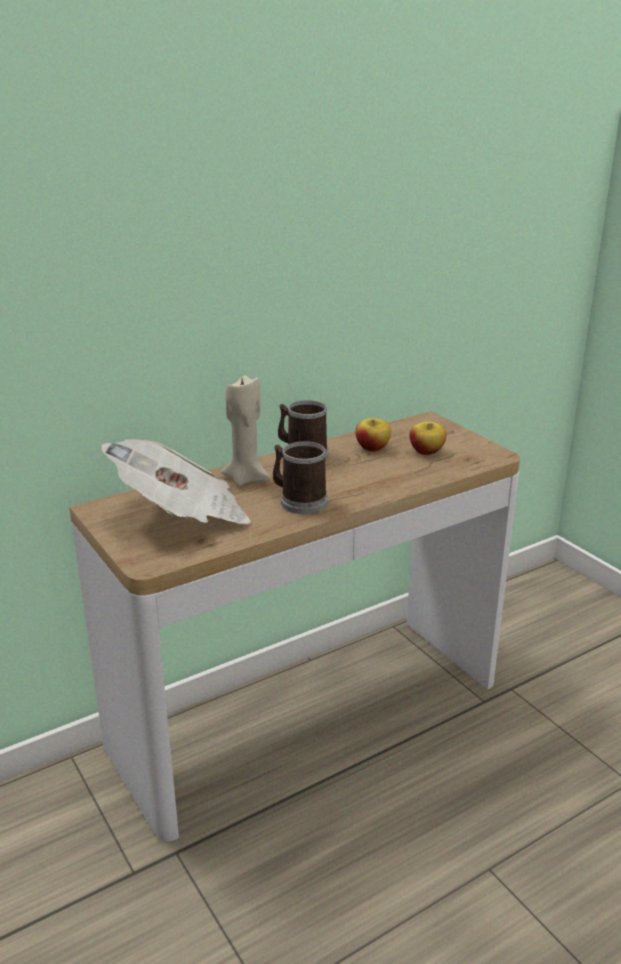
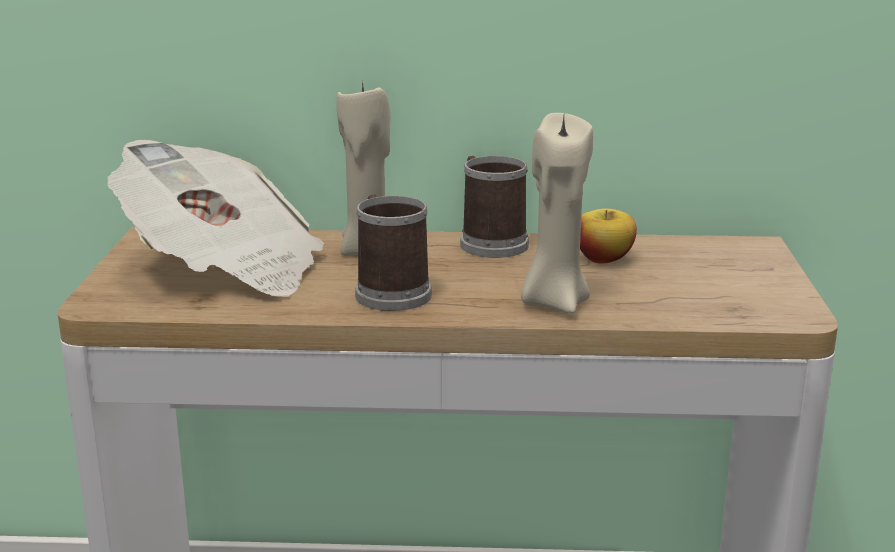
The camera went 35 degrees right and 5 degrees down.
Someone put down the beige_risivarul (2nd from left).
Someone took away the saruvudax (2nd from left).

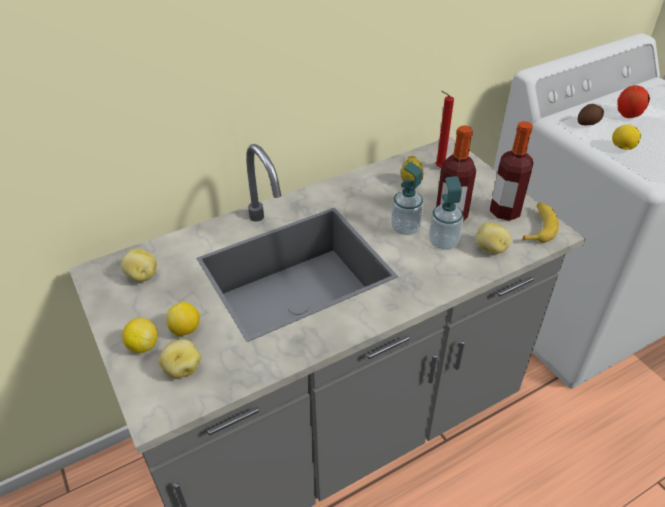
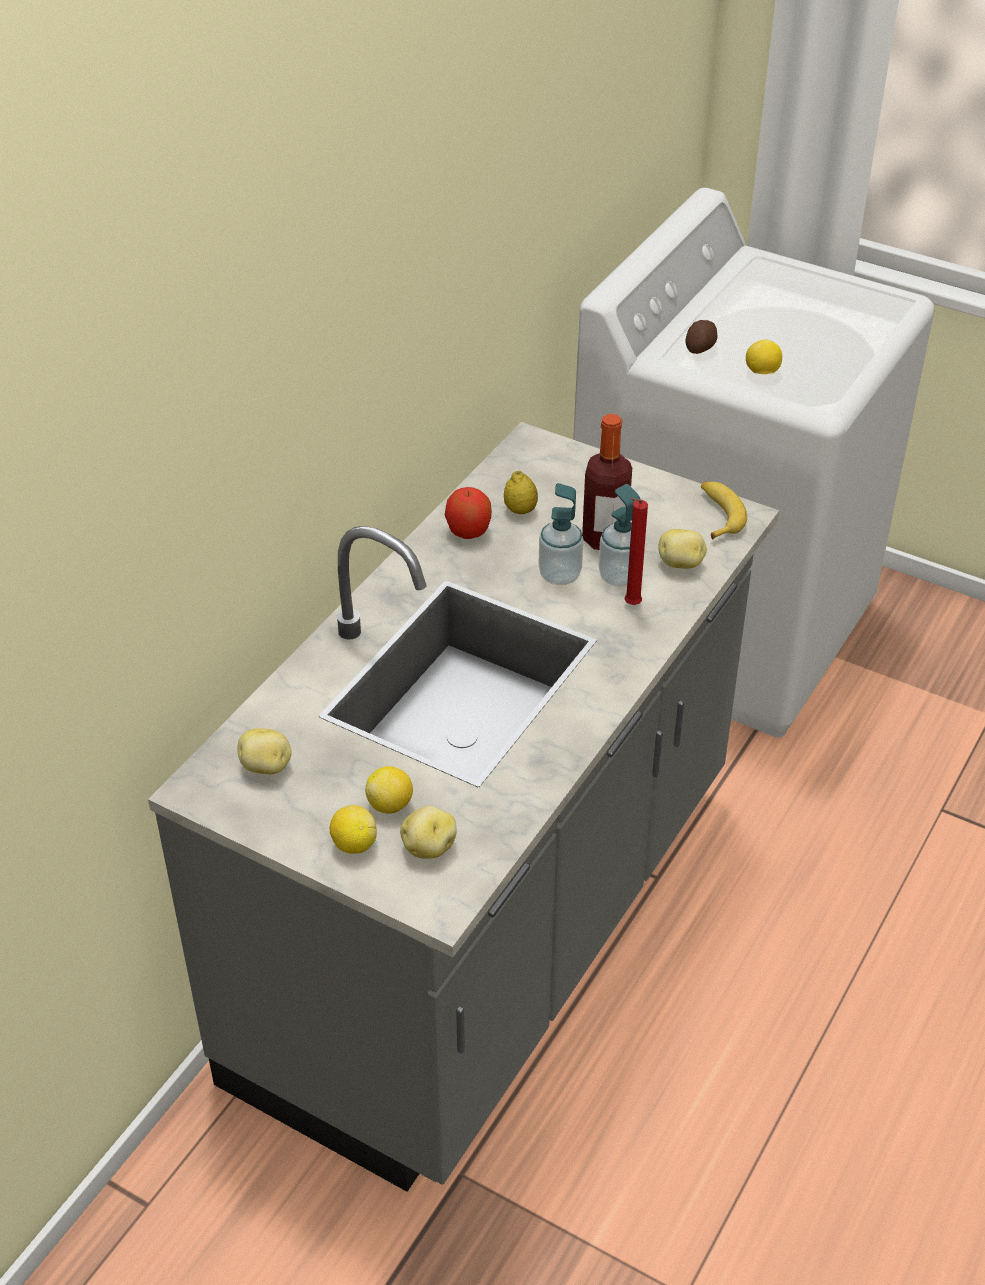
The camera went 30 degrees left and 0 degrees up.
Someone carried the saruvudax.
Someone carried the red_risivarul.
Someone took away the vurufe (2nd from left).

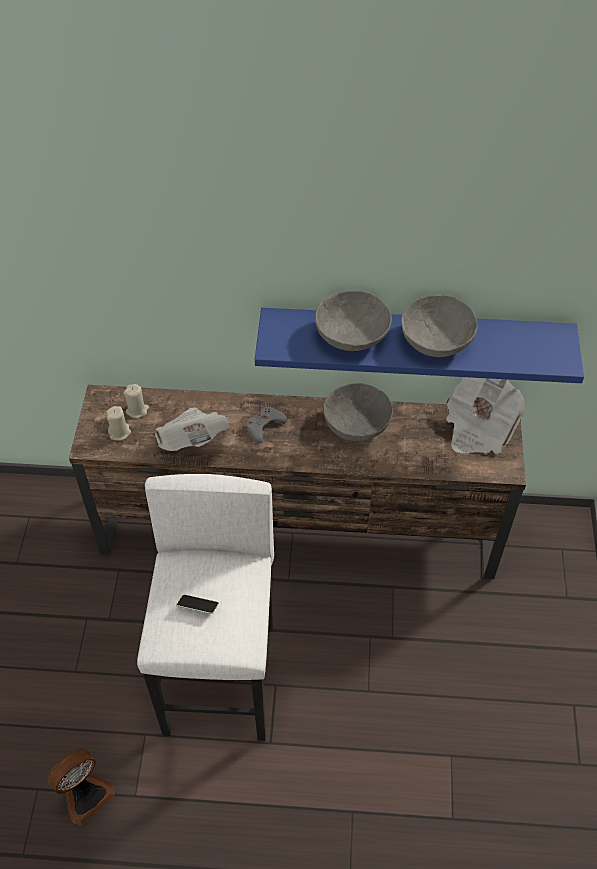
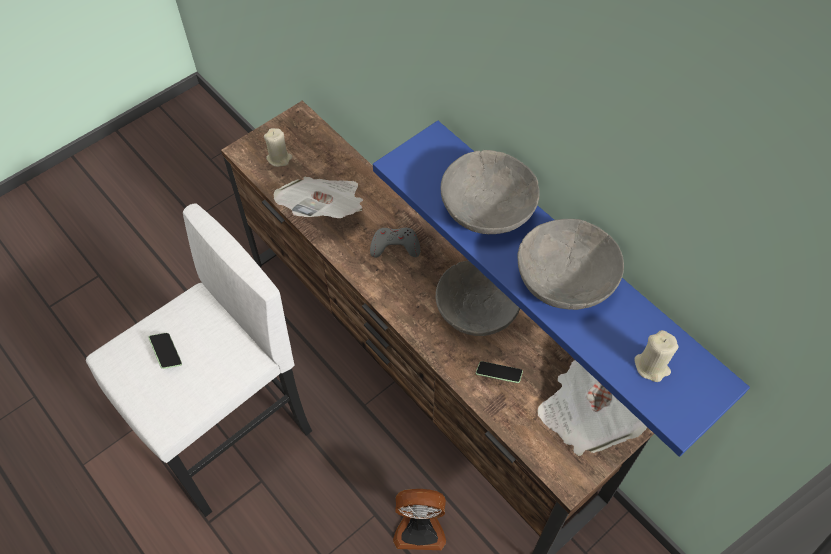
The camera went 45 degrees right and 5 degrees up.
Someone carried the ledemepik.
Someone put down the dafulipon (2nd from left).
Someone carried the beige_risivarul (2nd from left).

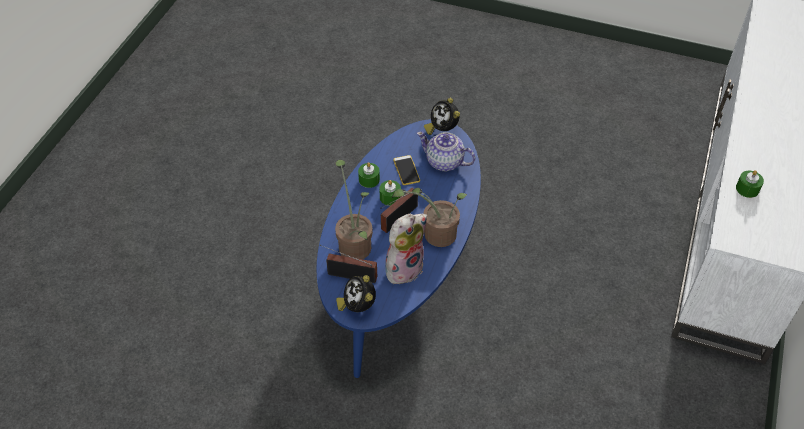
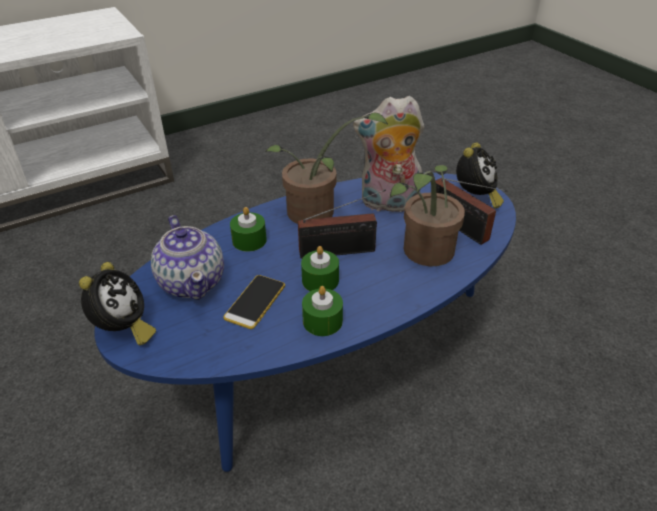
The camera went 140 degrees left and 10 degrees down.
Someone carried the green_risivarul (3rd from left in the first image).

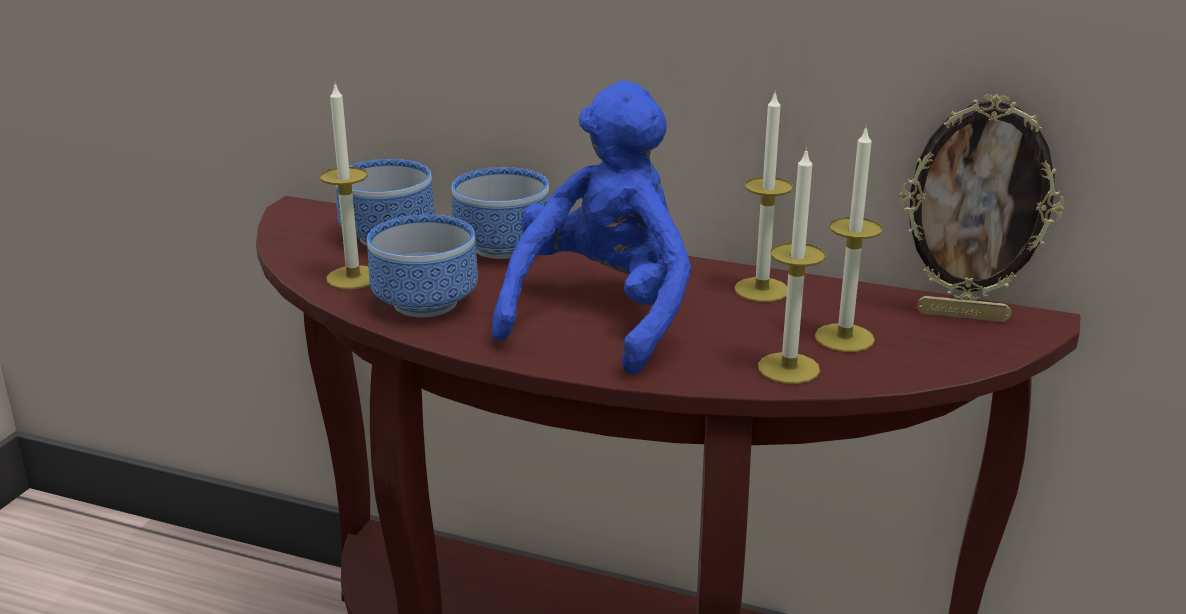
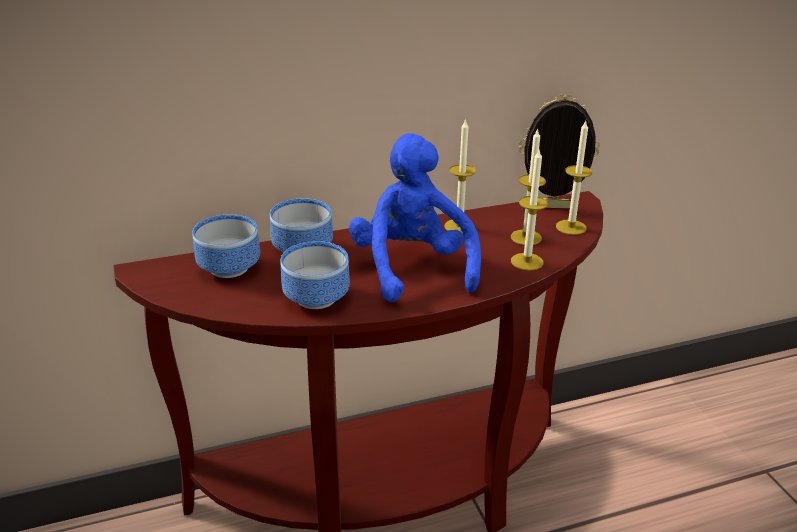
The camera went 40 degrees left and 5 degrees up.
Someone rotated the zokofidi by 150 degrees counterclockwise.
Someone carried the risivarul (1st from left in the first image).

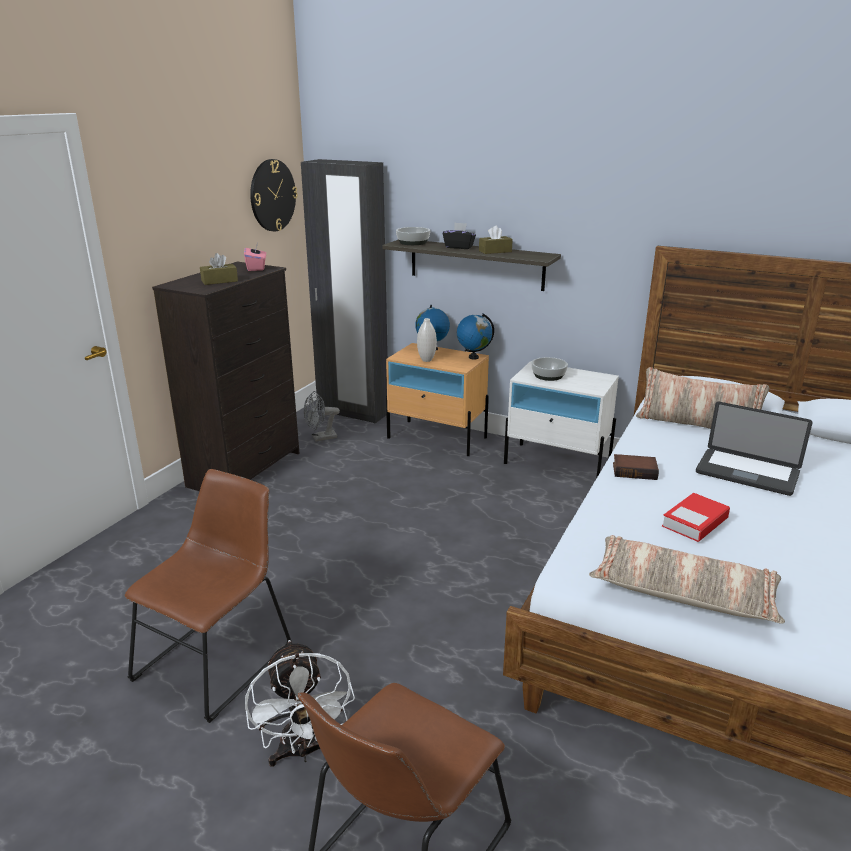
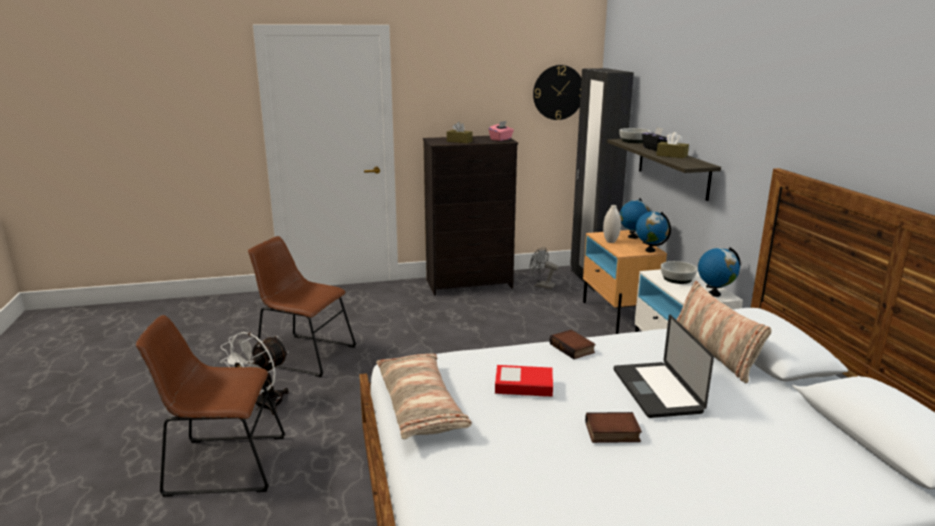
The camera went 50 degrees right and 5 degrees down.
Someone rotated the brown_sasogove (1st from left in the first image) by 150 degrees counterclockwise.
Someone put down the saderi (3rd from left).
Someone put down the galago (3rd from left).

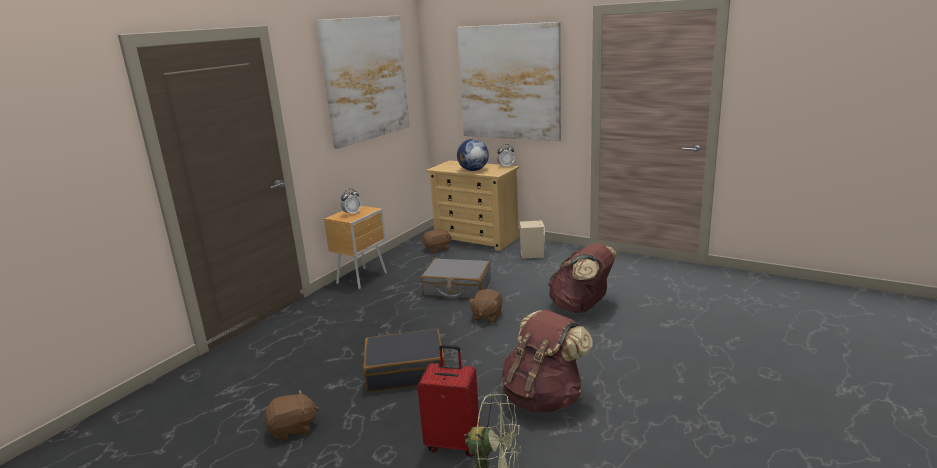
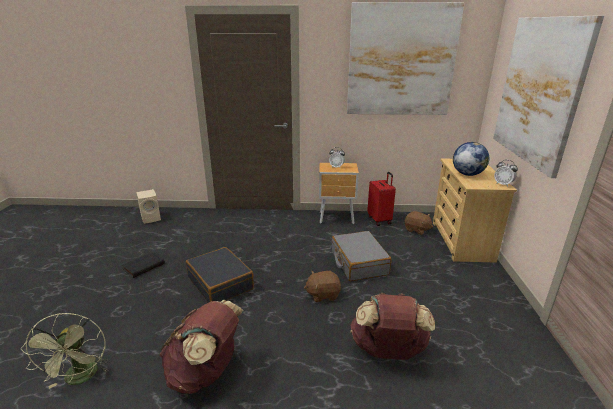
The camera went 60 degrees right and 5 degrees up.
Someone swapped the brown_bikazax (1st from left) for the black_saderi.
Someone carried the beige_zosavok.
Someone carried the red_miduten.

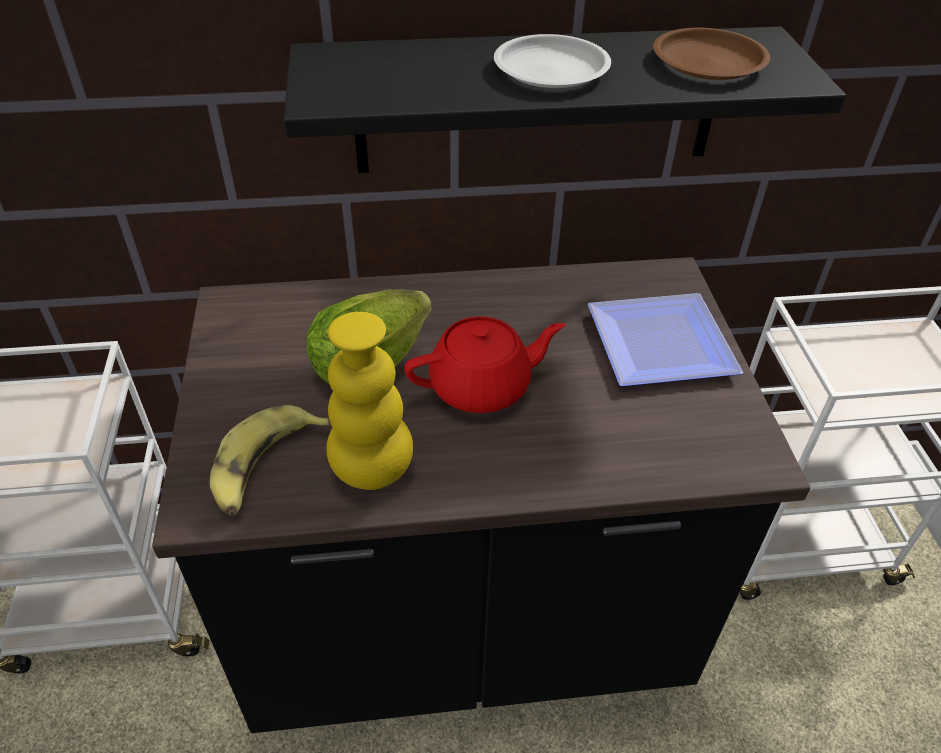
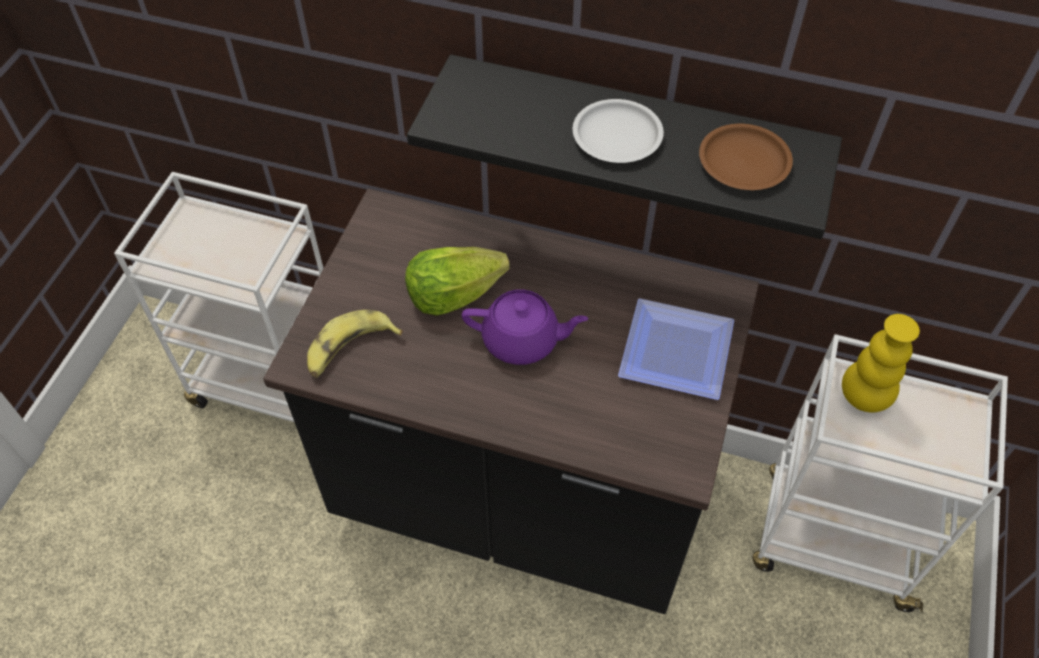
The camera went 25 degrees right and 10 degrees up.
Someone repainted the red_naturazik, which became the purple_naturazik.
Someone carried the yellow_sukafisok.

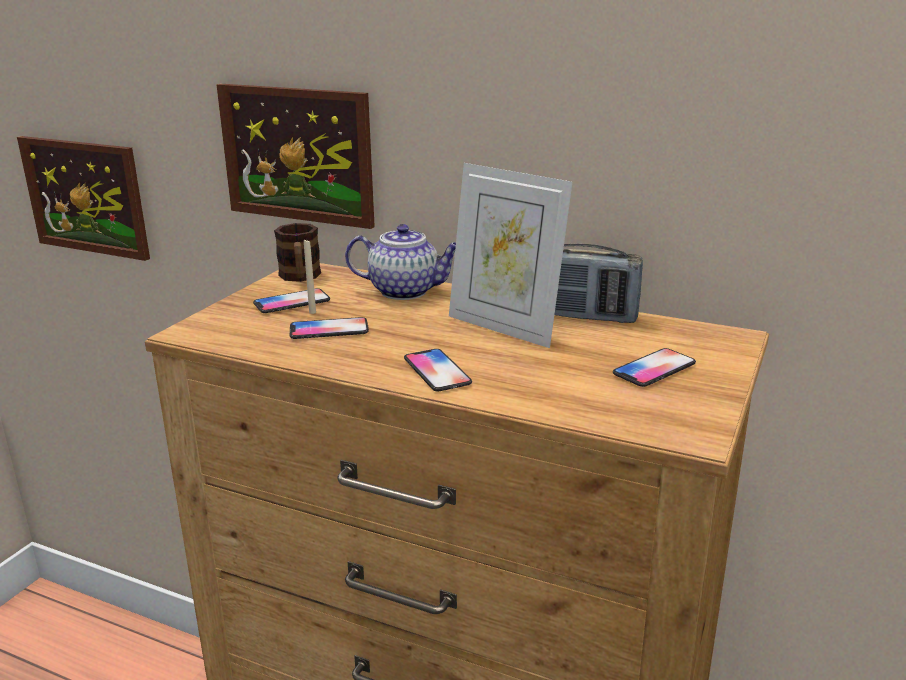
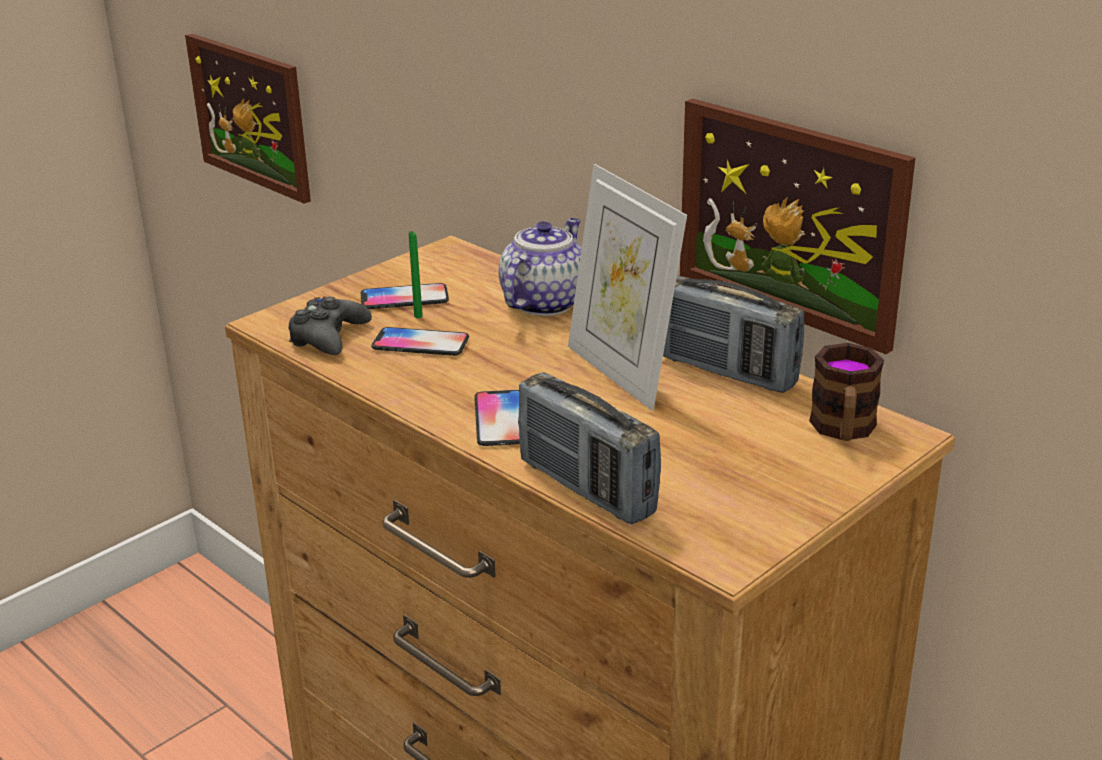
The camera went 20 degrees right and 5 degrees up.
Someone put down the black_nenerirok.
Someone repainted the beige_risivarul, which became the green_risivarul.
Someone rotated the naturazik by 90 degrees counterclockwise.
Someone put down the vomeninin (1st from left).
Someone carried the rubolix (2nd from left).
Someone carried the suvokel.
Someone took away the dafulipon (4th from left).

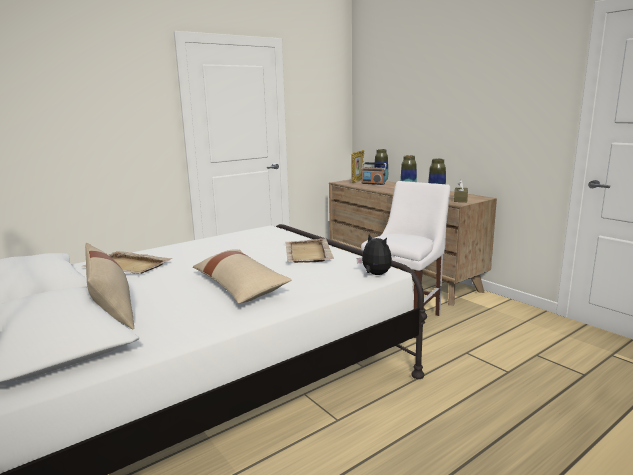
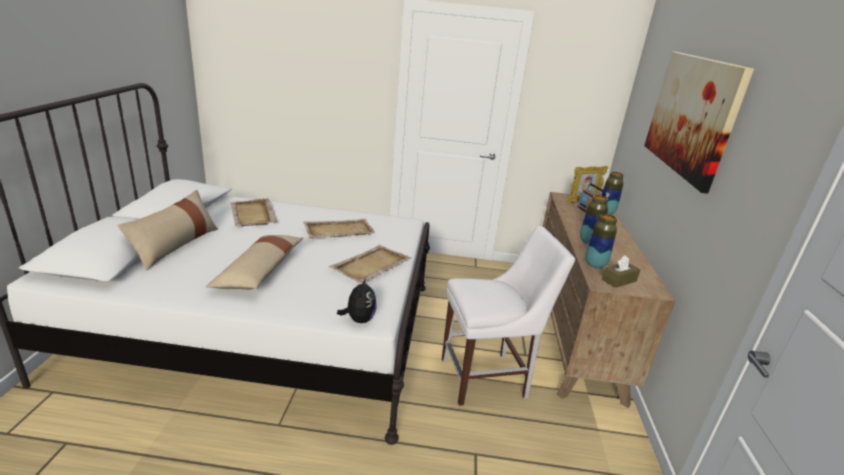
The camera went 40 degrees right and 10 degrees up.
Someone put down the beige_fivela (2nd from left).
Someone put up the rubolix.

